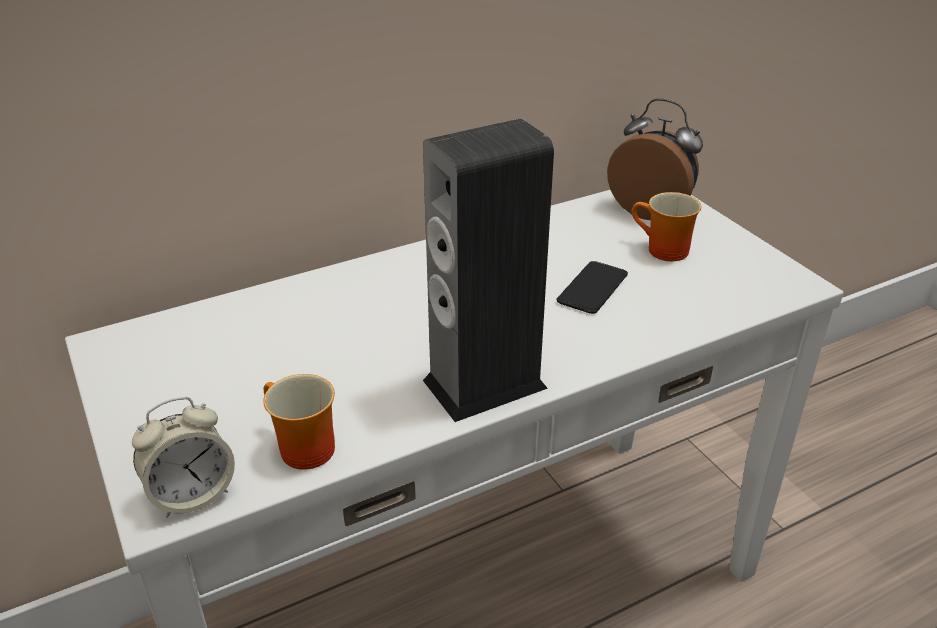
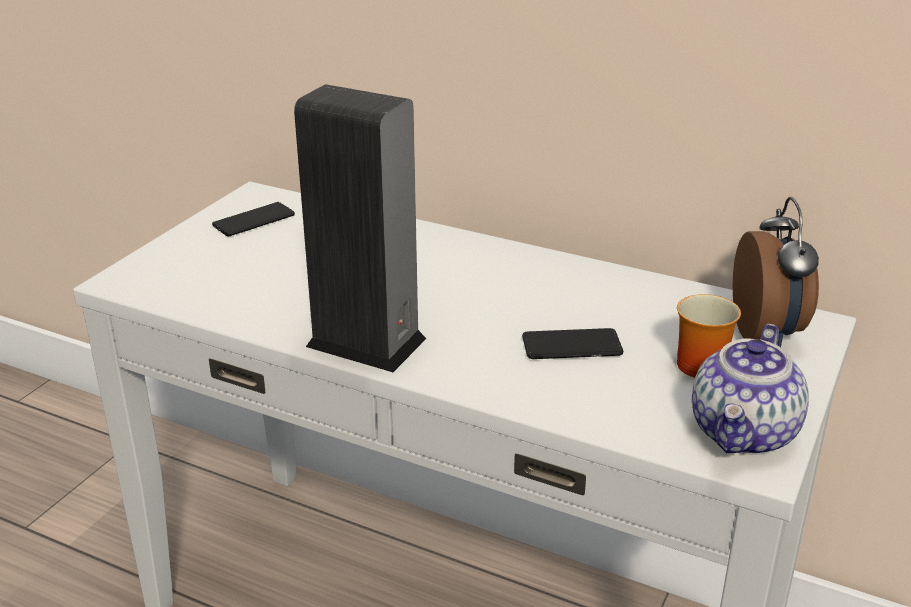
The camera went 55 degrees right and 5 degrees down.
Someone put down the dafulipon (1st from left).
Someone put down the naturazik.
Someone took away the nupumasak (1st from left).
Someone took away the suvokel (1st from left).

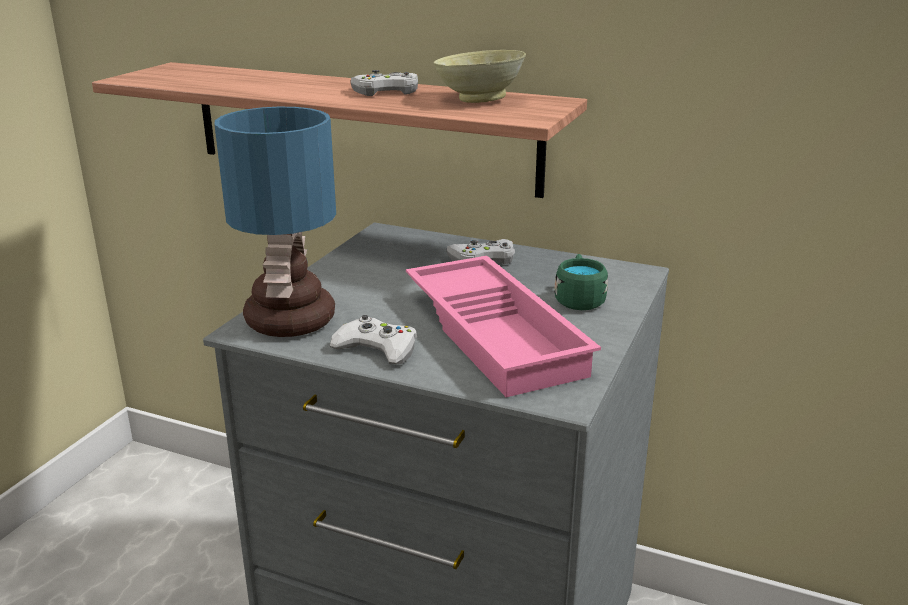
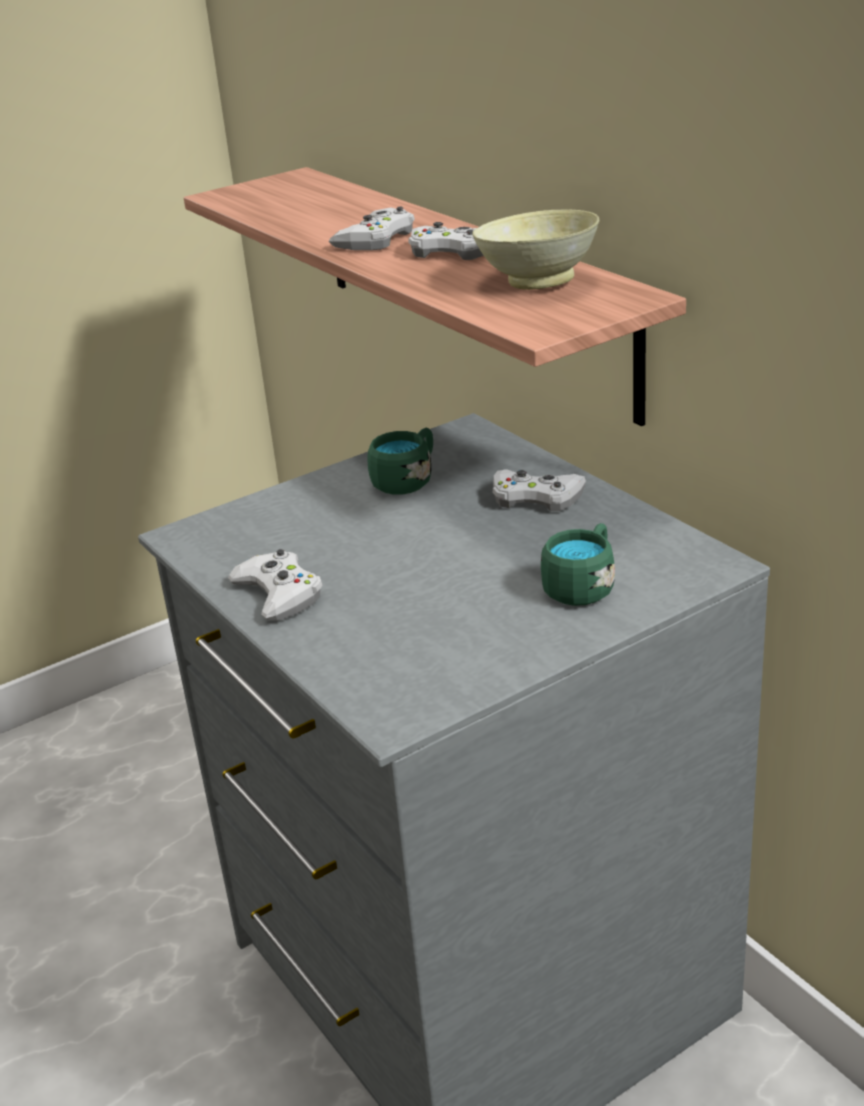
The camera went 35 degrees right and 5 degrees up.
Someone put down the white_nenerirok (2nd from left).
Someone put down the green_suvokel (1st from left).
Someone took away the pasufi.
Someone took away the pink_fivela.

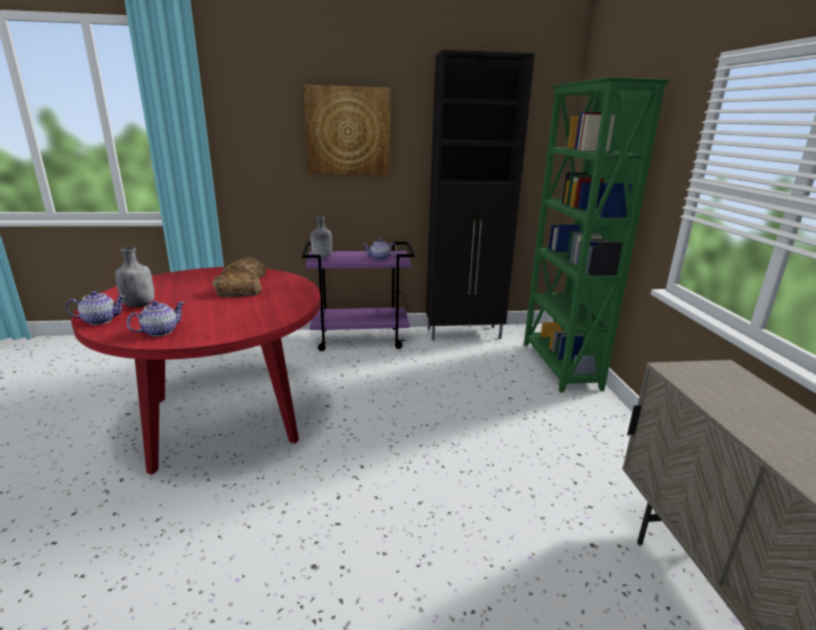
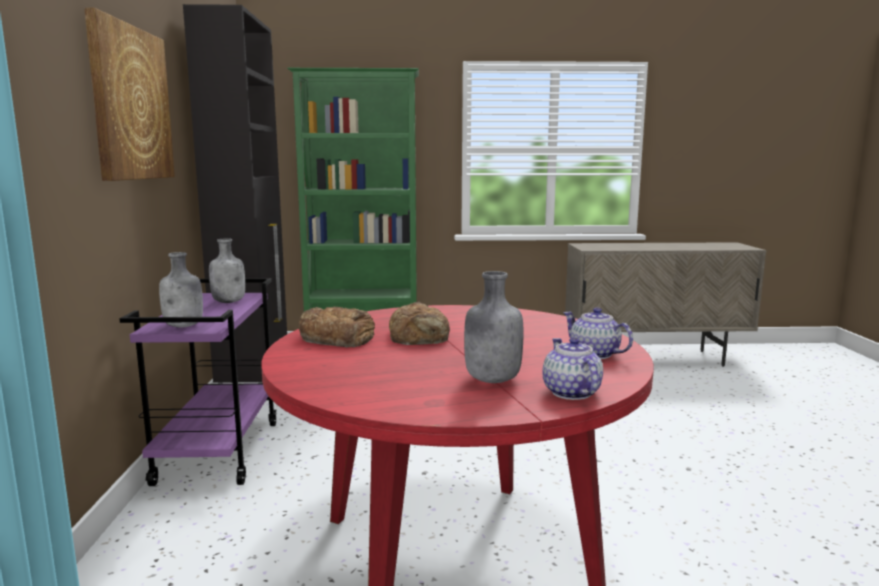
The camera went 85 degrees left and 10 degrees down.
Someone swapped the naturazik (3rd from left) for the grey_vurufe (2nd from left).

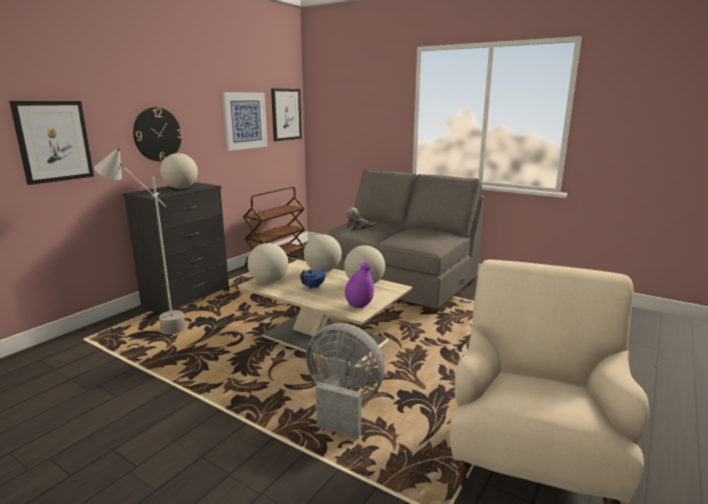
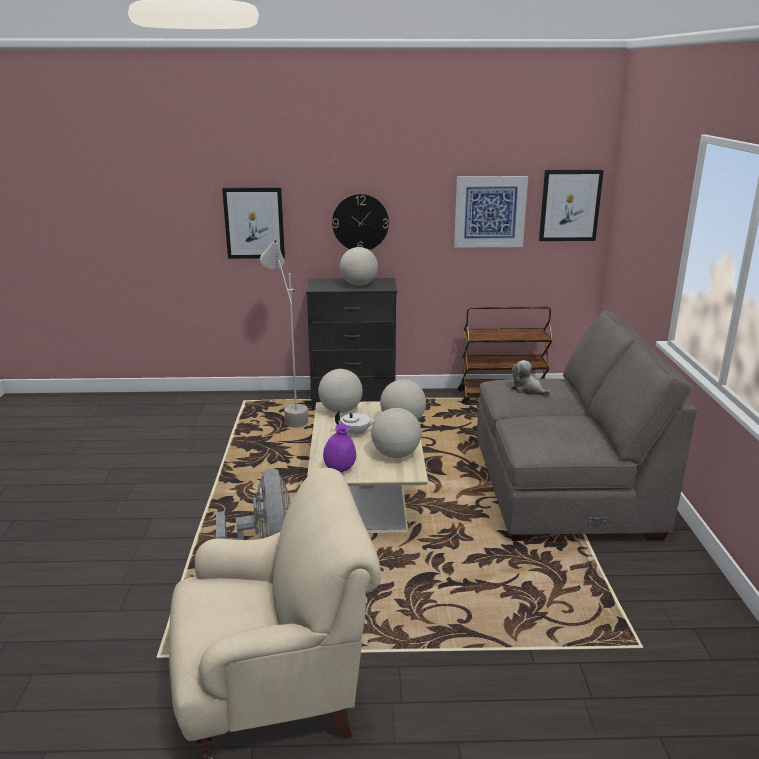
The camera went 55 degrees right and 5 degrees up.
Someone repainted the blue_naturazik, which became the white_naturazik.

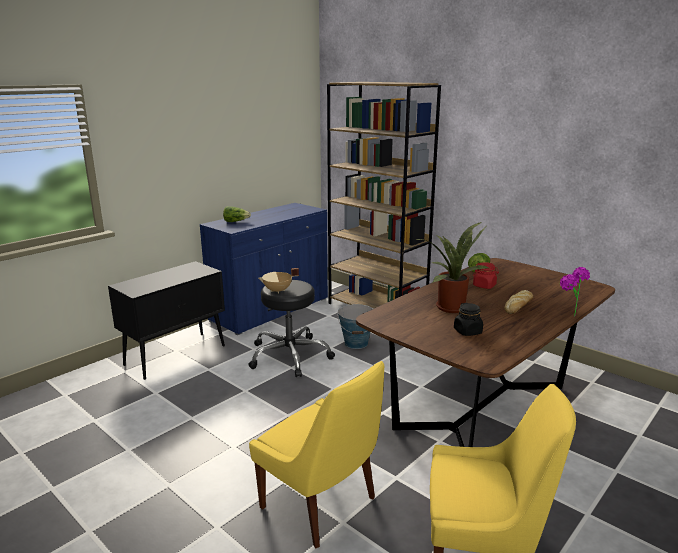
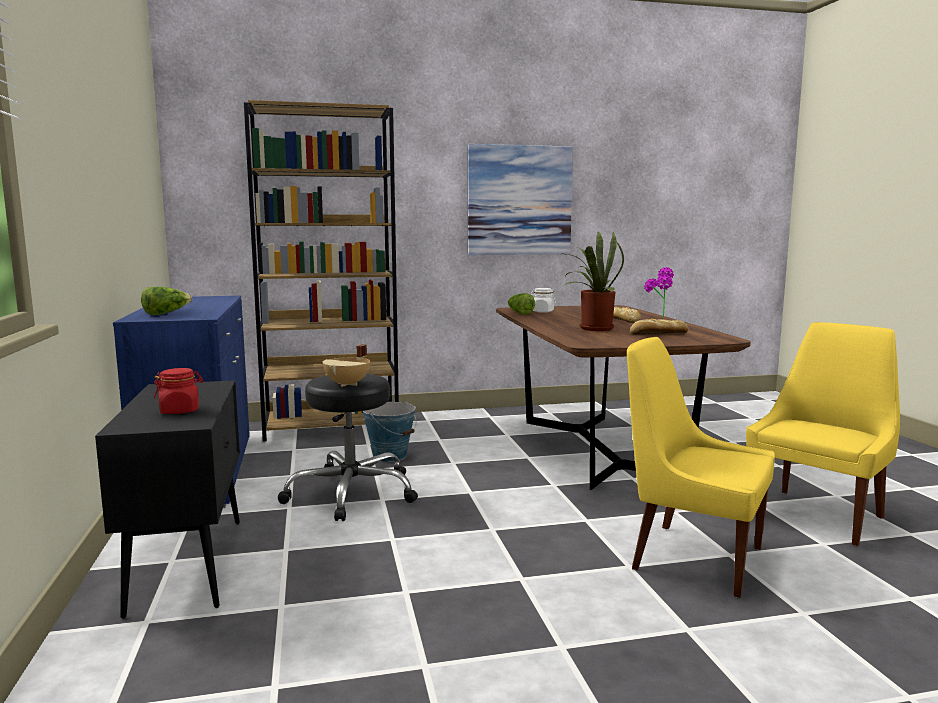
The camera went 55 degrees left and 10 degrees down.
Someone carried the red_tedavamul.
Someone put up the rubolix.
Someone put down the white_tedavamul.
Someone rotated the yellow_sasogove (1st from left) by 135 degrees counterclockwise.
Someone swapped the black_tedavamul for the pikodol (2nd from left).

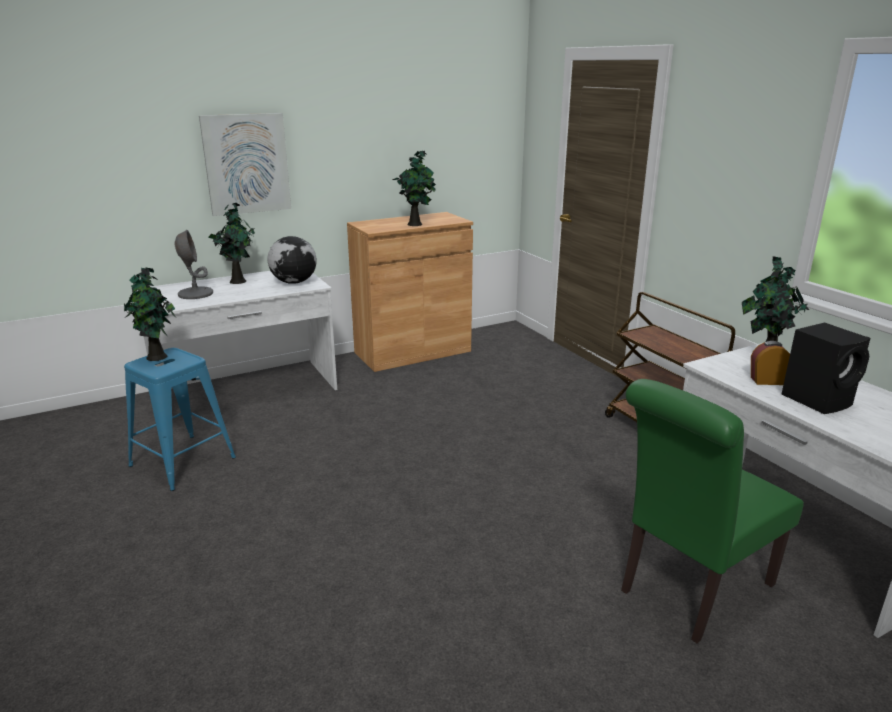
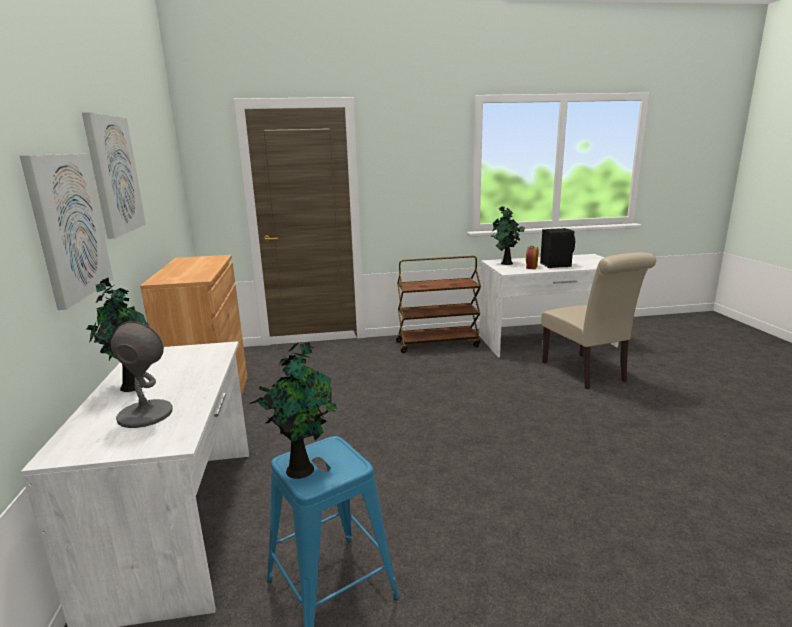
The camera went 70 degrees left and 5 degrees down.
Someone put up the rubolix (2nd from left).
Someone repainted the green_sasogove, which became the beige_sasogove.
Someone took away the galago.
Someone took away the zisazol (3rd from left).

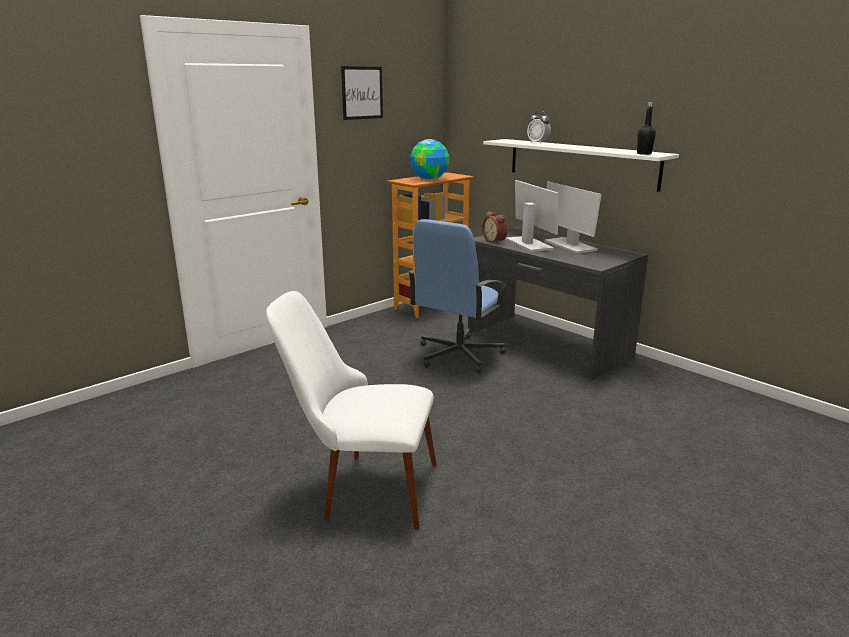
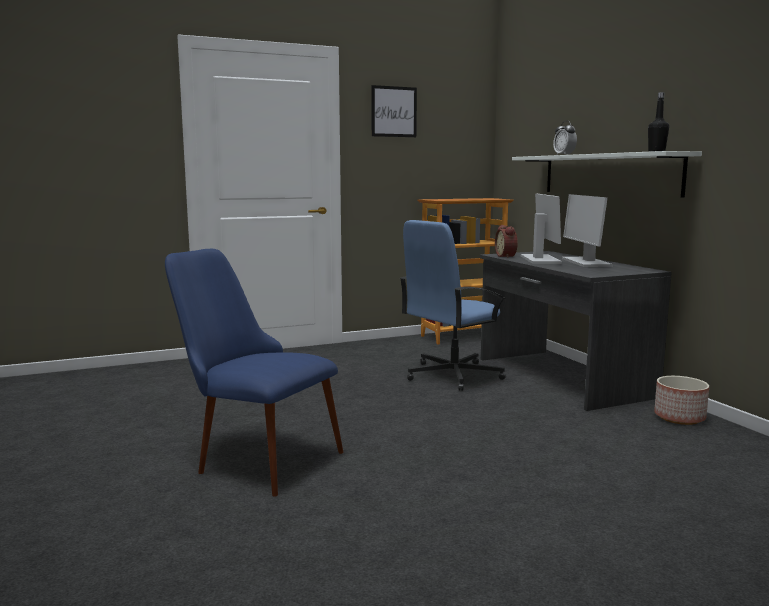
The camera went 20 degrees right and 10 degrees down.
Someone repainted the white_sasogove, which became the blue_sasogove.
Someone put down the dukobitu.
Someone took away the galago.

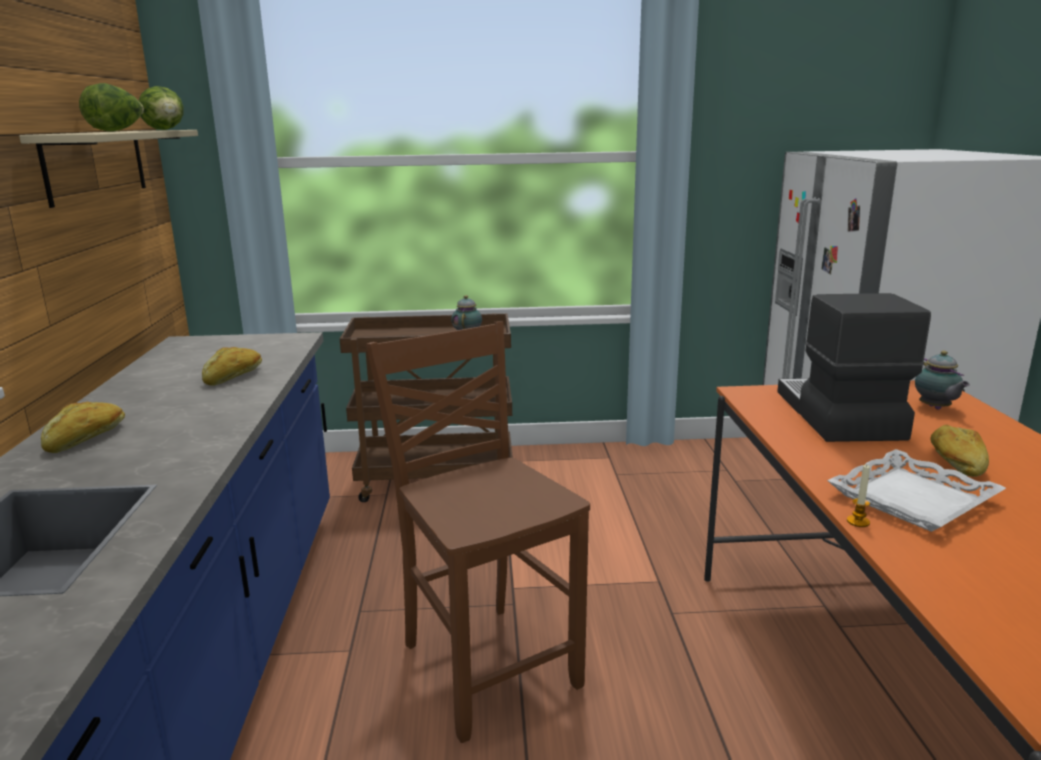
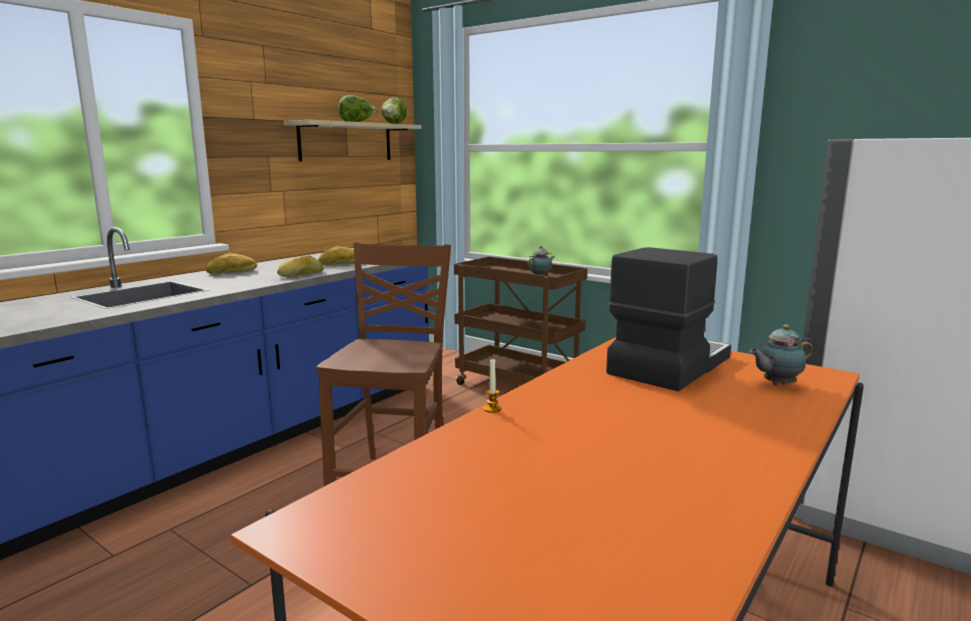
The camera went 40 degrees right and 5 degrees down.
Someone carried the pikodol (3rd from left in the first image).
Someone rotated the naturazik (2nd from left) by 45 degrees clockwise.
Someone took away the white_fivela.

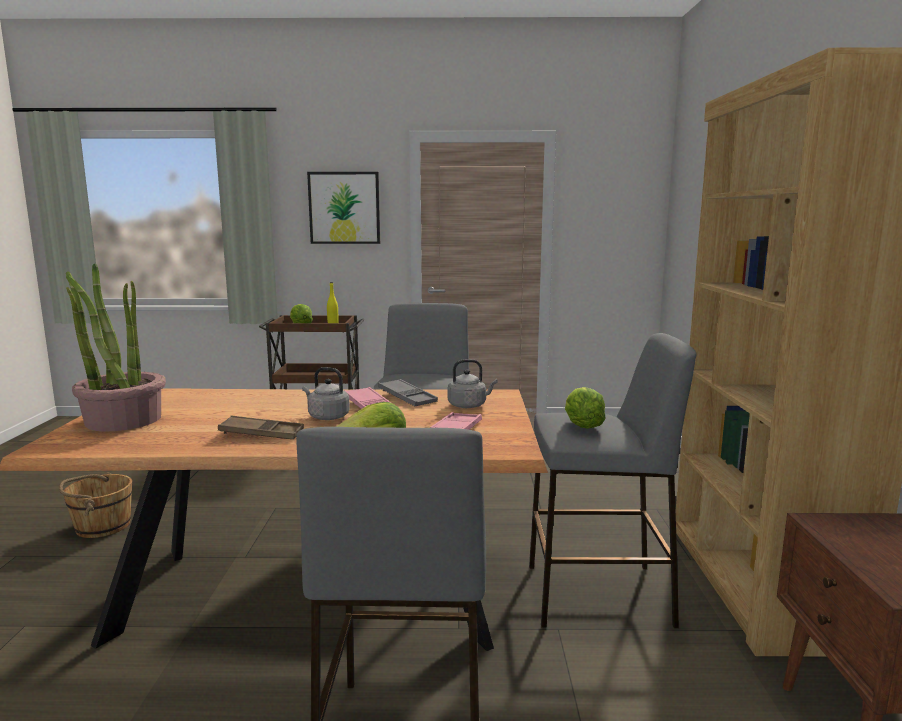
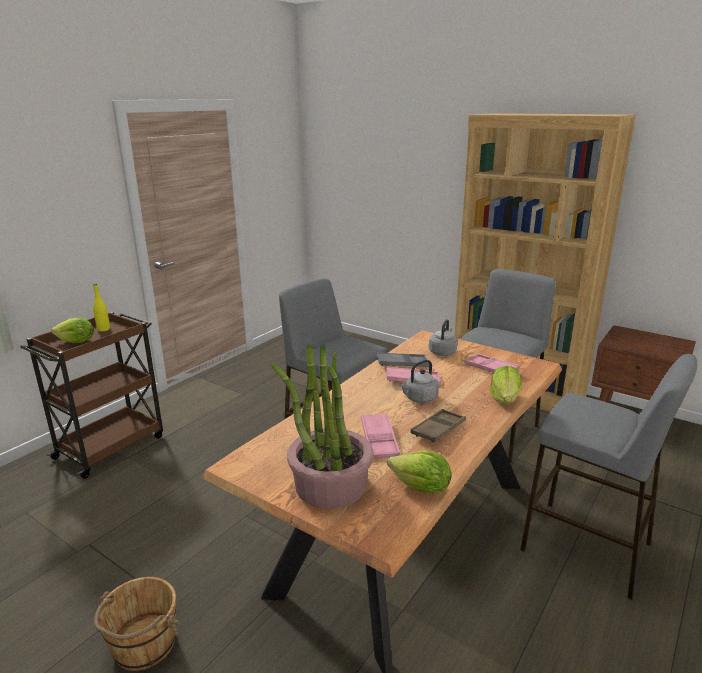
The camera went 55 degrees left and 10 degrees up.
Someone put down the pink_fivela (1st from left).
Someone carried the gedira (3rd from left in the first image).
Someone took away the rubolix.

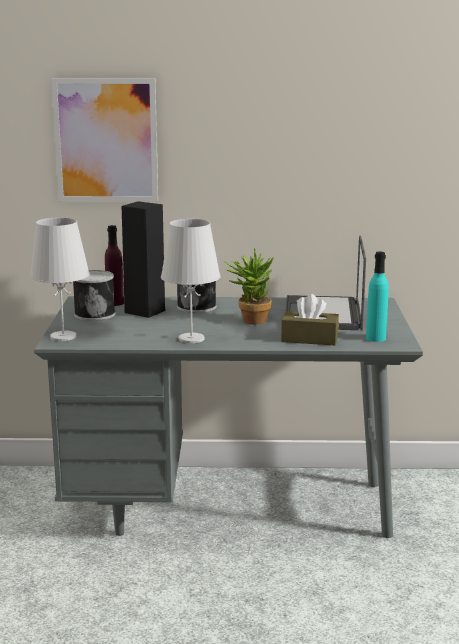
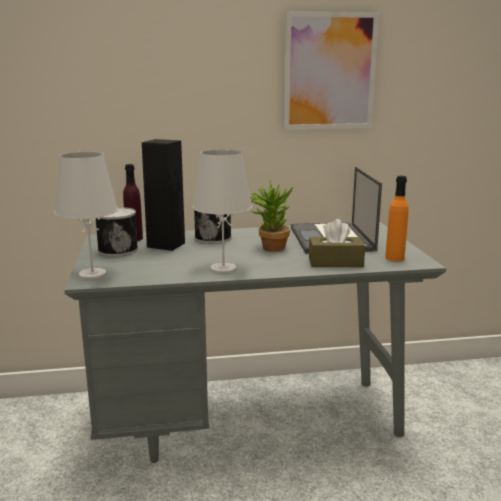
The camera went 10 degrees left and 0 degrees up.
Someone carried the rubolix.
Someone repainted the turquoise_vurufe, which became the orange_vurufe.

